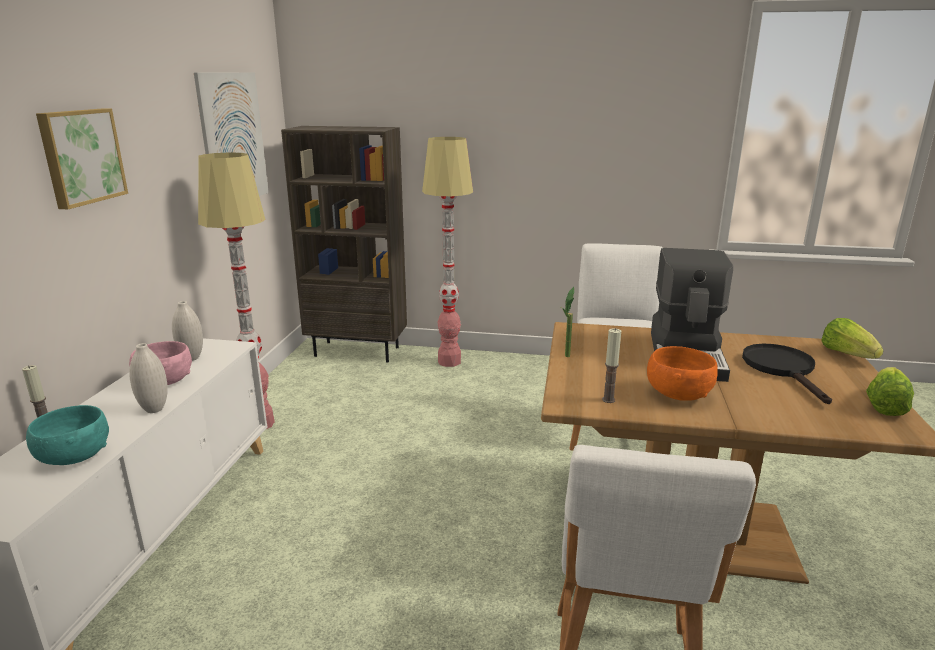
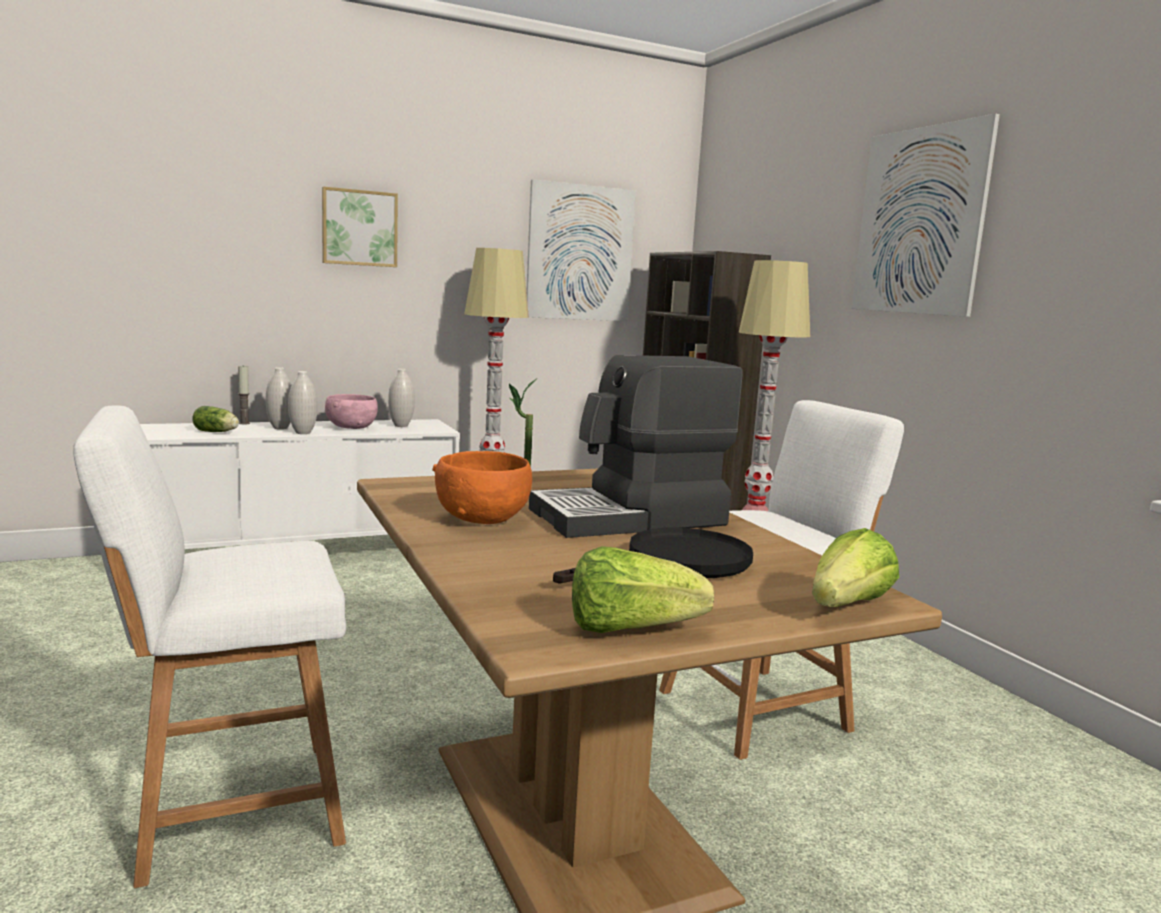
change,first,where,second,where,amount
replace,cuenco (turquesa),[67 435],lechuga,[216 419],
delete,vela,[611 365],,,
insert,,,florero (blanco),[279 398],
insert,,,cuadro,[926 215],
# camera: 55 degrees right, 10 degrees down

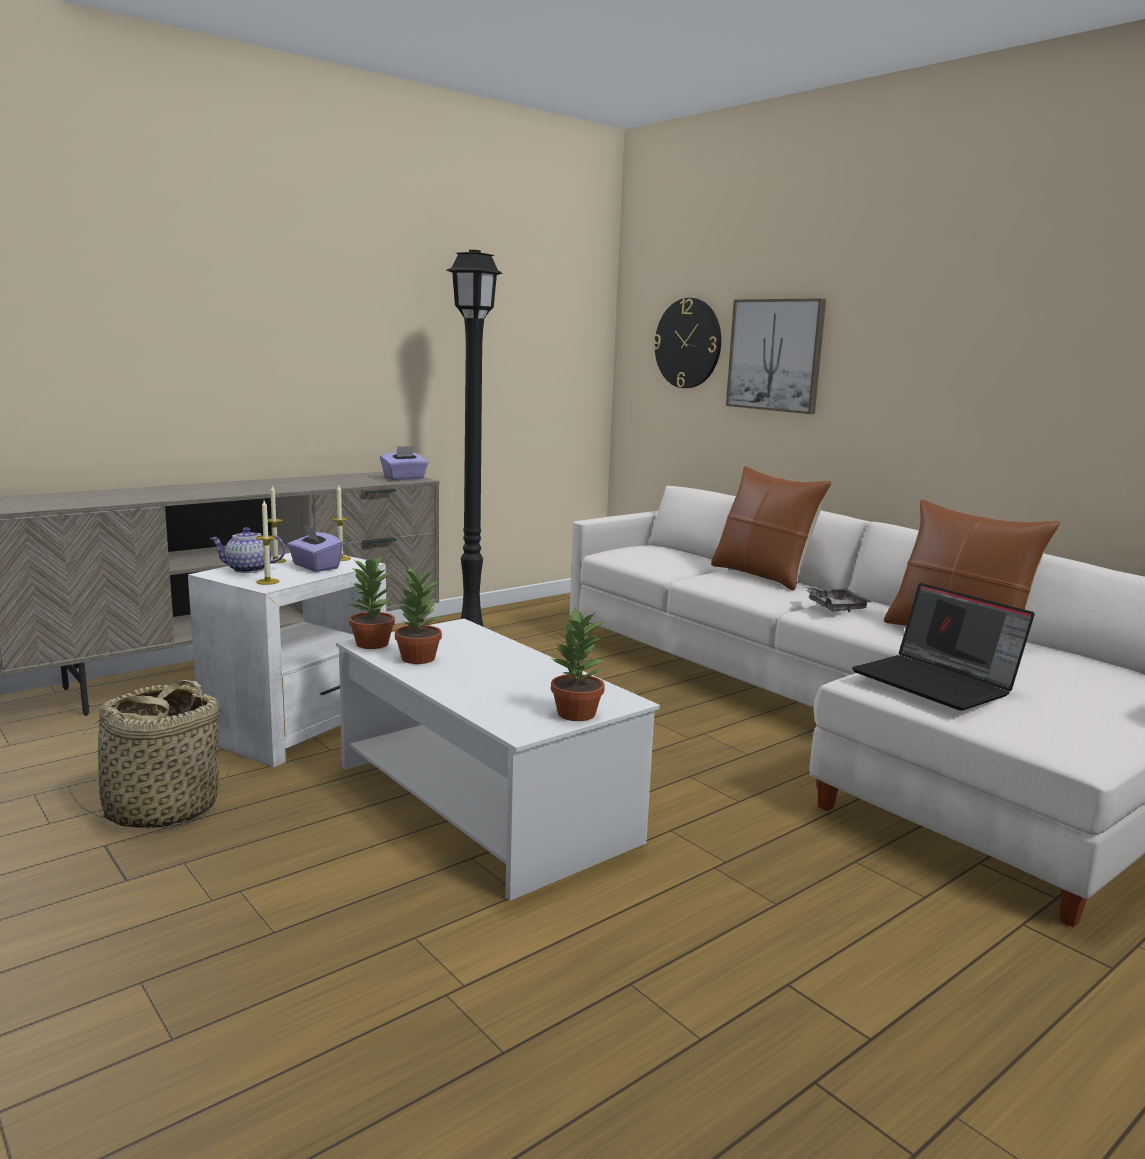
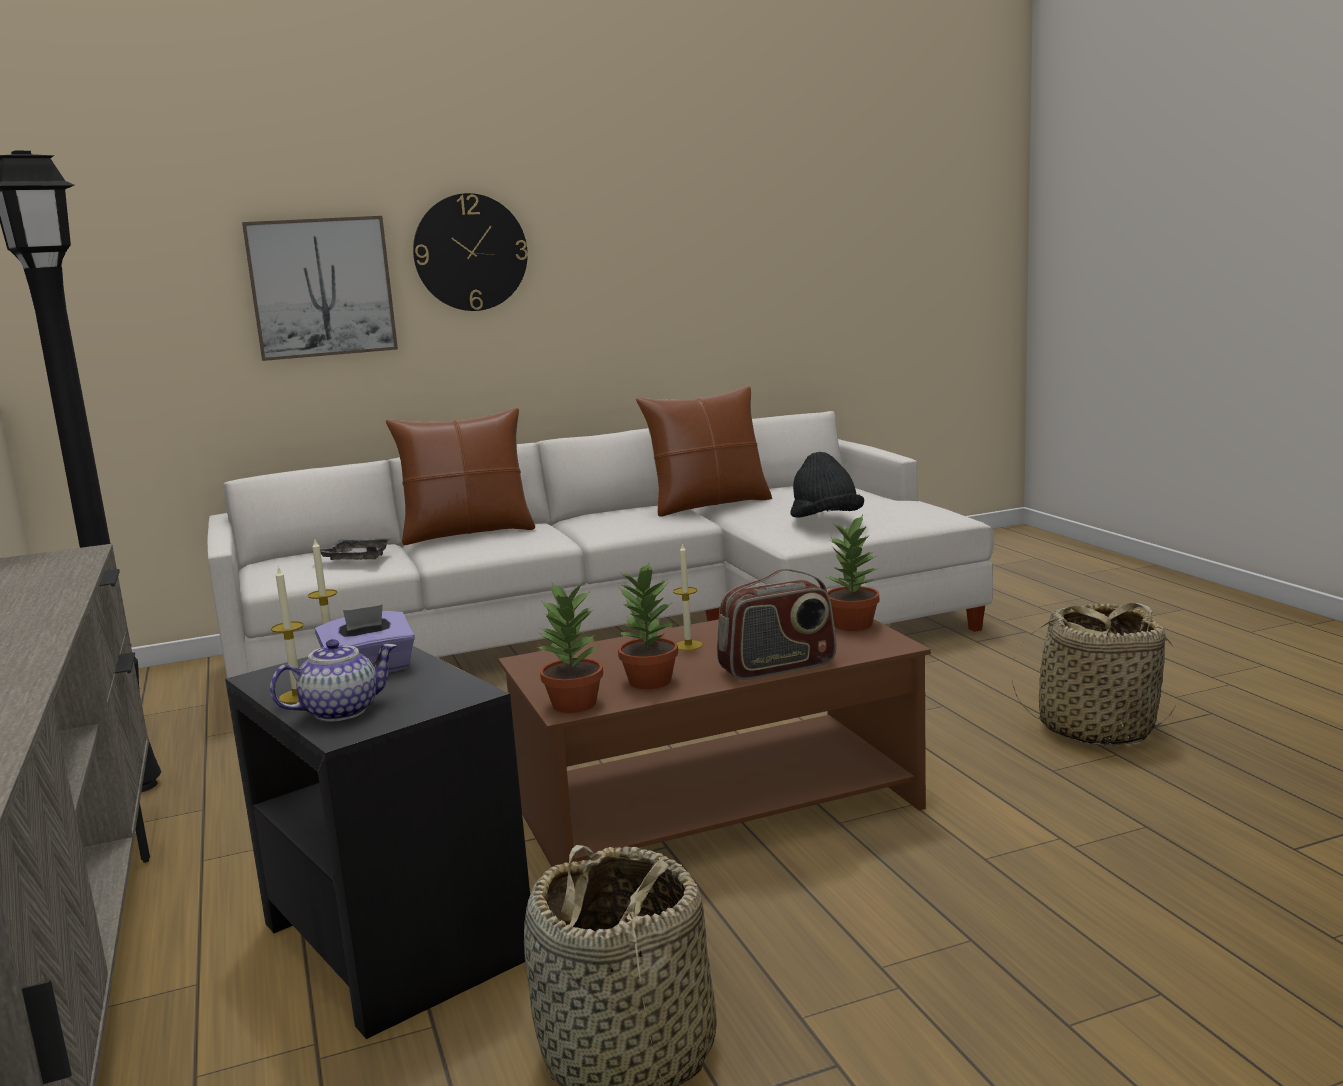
change,first,where,second,where,amount
recolor,mesa auxiliar (blanco),[287 660],mesa auxiliar (negro),[377 842],
rotate,tetera,[247 550],,[333 680],135 degrees counterclockwise
move,vela,[268 542],,[688 597],
recolor,mesa de centro (blanco),[498 760],mesa de centro (marrón),[714 743],
delete,caja de pañuelos (morado),[404 463],,,
move,reloj de pared,[687 343],,[470 252],
move,bandeja (gris),[837 599],,[351 549],
replace,portátil,[943 647],sombrero (negro),[827 485],
insert,,,radio,[776 624],
insert,,,cesta,[1093 674],
# camera: 70 degrees left, 0 degrees up

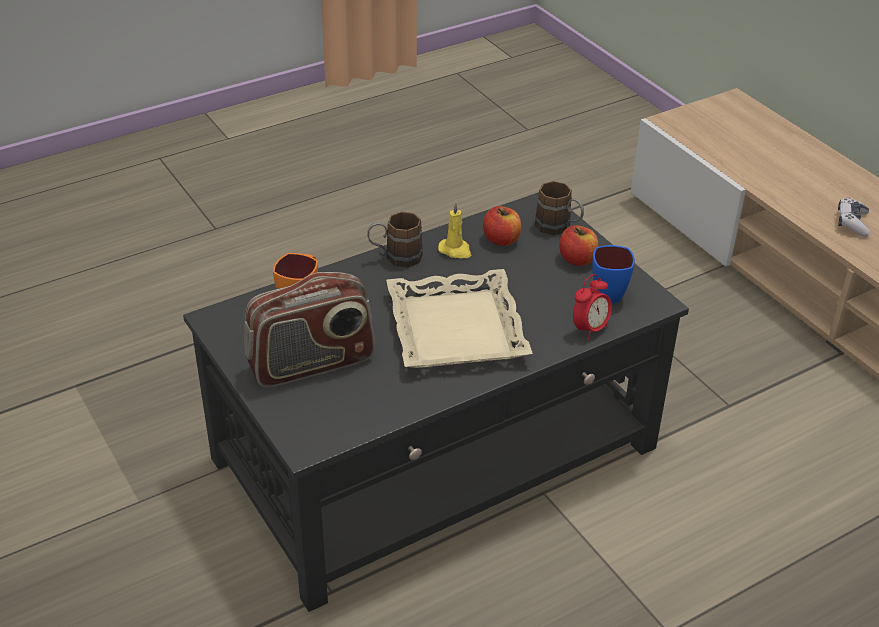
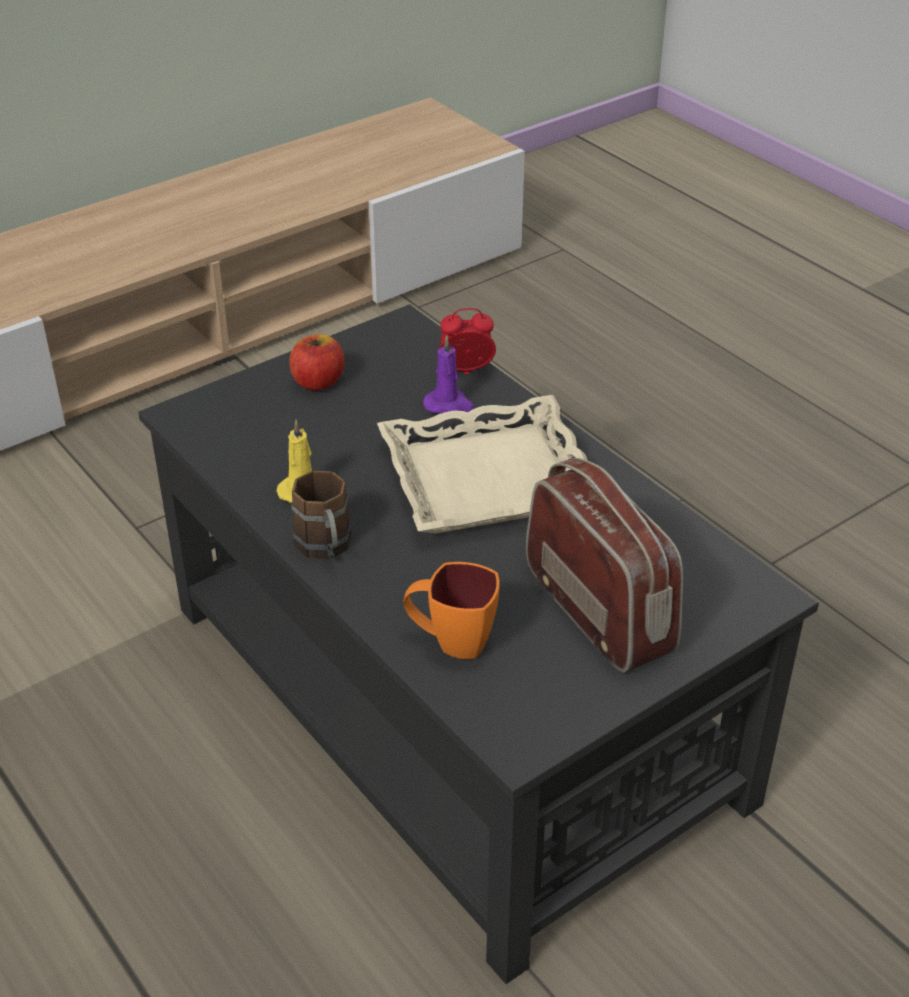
change,first,where,second,where,amount
delete,manzana,[502 226],,,
delete,taza grande (marrón),[559 208],,,
rotate,despertador,[592 307],,[467 341],45 degrees counterclockwise
delete,taza grande (azul),[613 274],,,
delete,mando de consola,[854 217],,,
insert,,,vela (morado),[449 374],
# camera: 95 degrees left, 0 degrees up

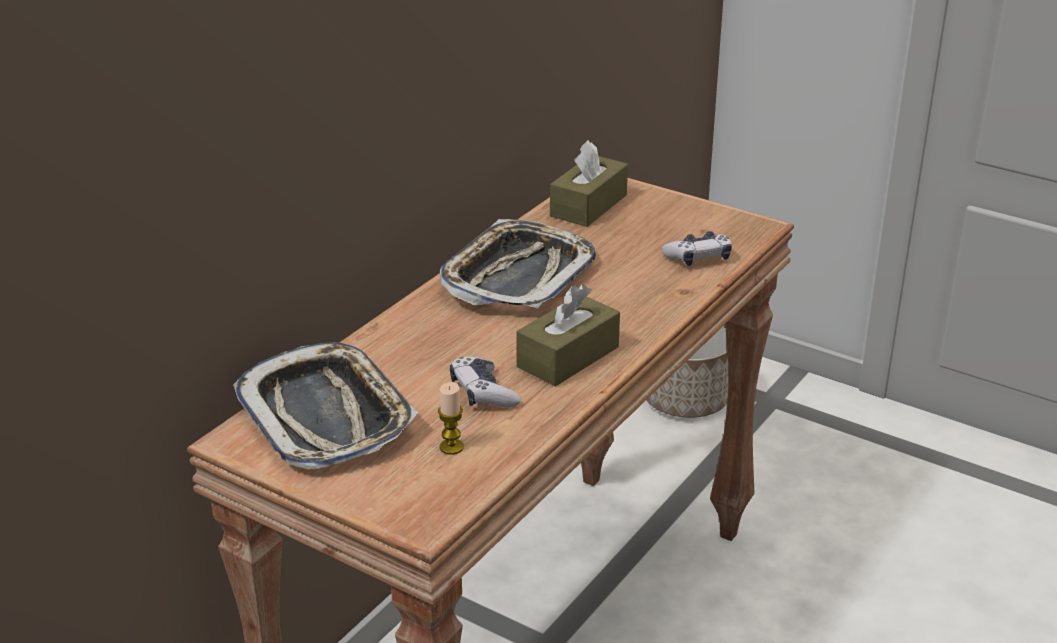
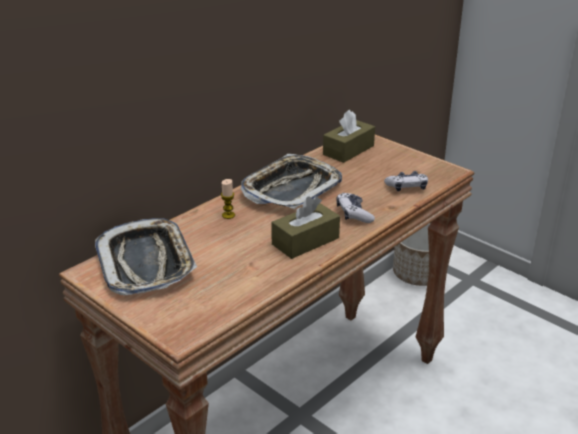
change,first,where,second,where,amount
move,vela,[451 418],,[228 199],
move,mando de consola,[485 382],,[355 208],
# camera: 10 degrees right, 0 degrees up

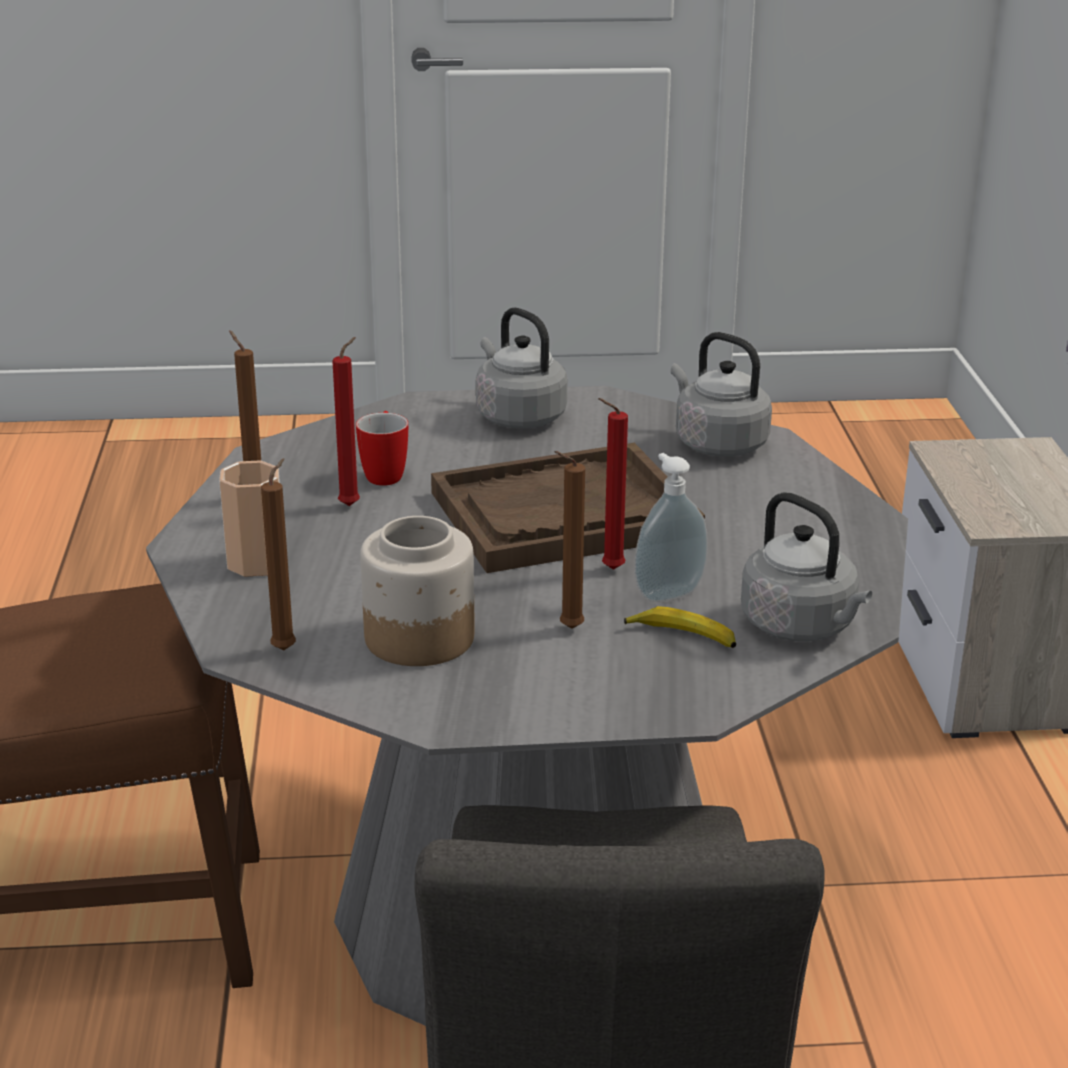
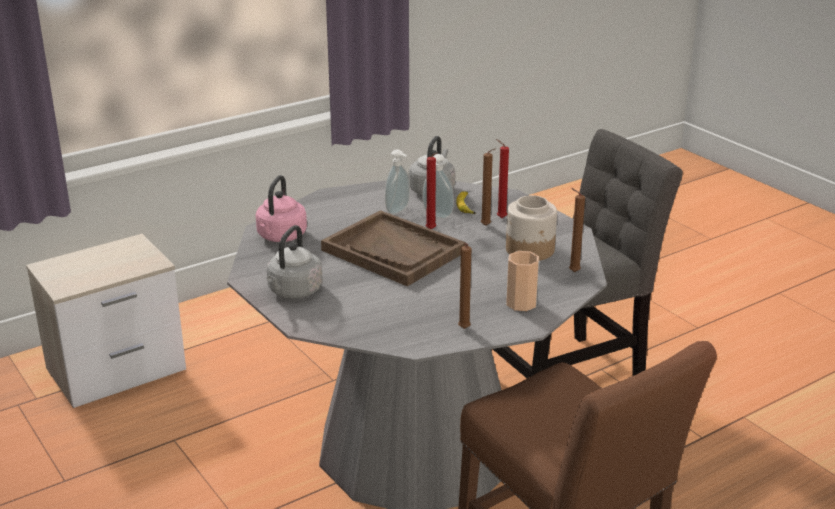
change,first,where,second,where,amount
move,vela (rojo),[346 421],,[502 178],
delete,taza grande,[382 448],,,
recolor,hervidor (gris),[721 394],hervidor (rosa),[281 208],
insert,,,dispensador de jabón,[397 181],
# camera: 120 degrees left, 0 degrees up

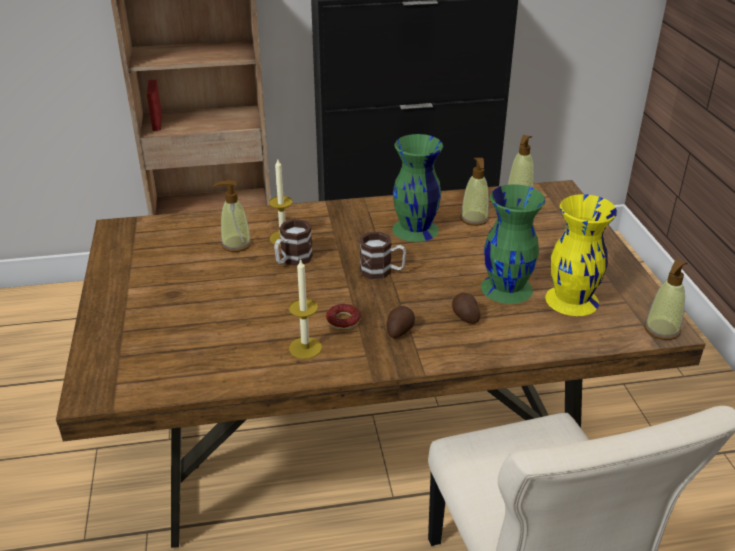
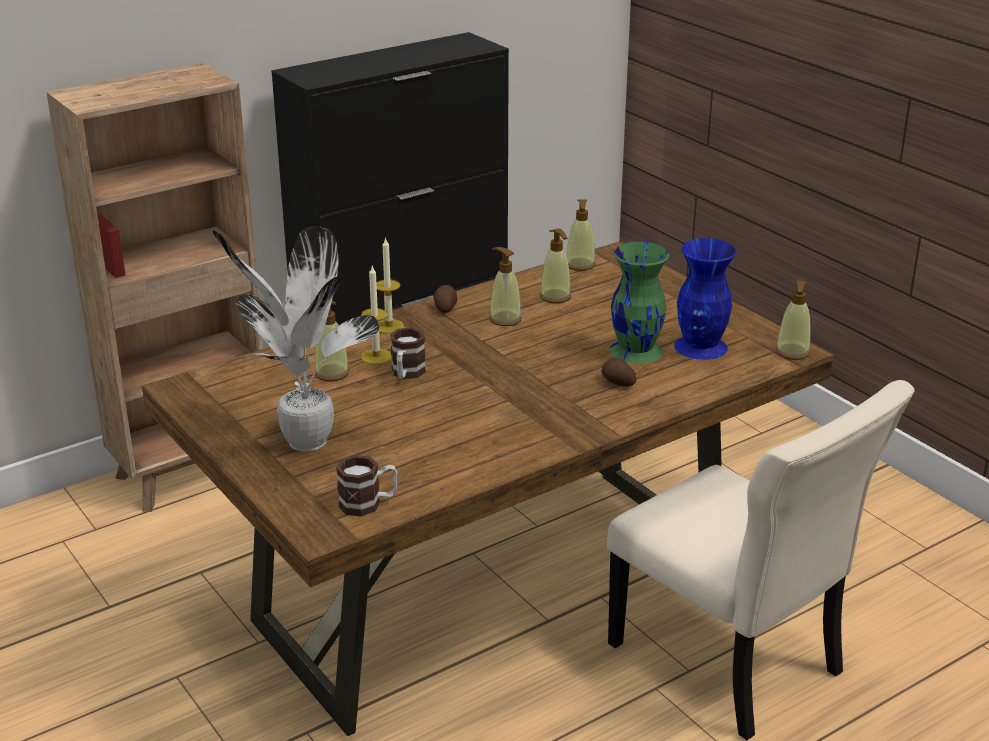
change,first,where,second,where,amount
move,vela,[305 308],,[390 285],
delete,rosquilla,[343 317],,,
move,taza grande,[383 256],,[367 486],
move,patata,[400 322],,[445 299],
replace,florero (verde),[417 188],dispensador de jabón,[505 286],
recolor,florero (amarillo),[581 255],florero (azul),[705 299],
insert,,,planta en maceta,[296 339],
# camera: 25 degrees left, 5 degrees down

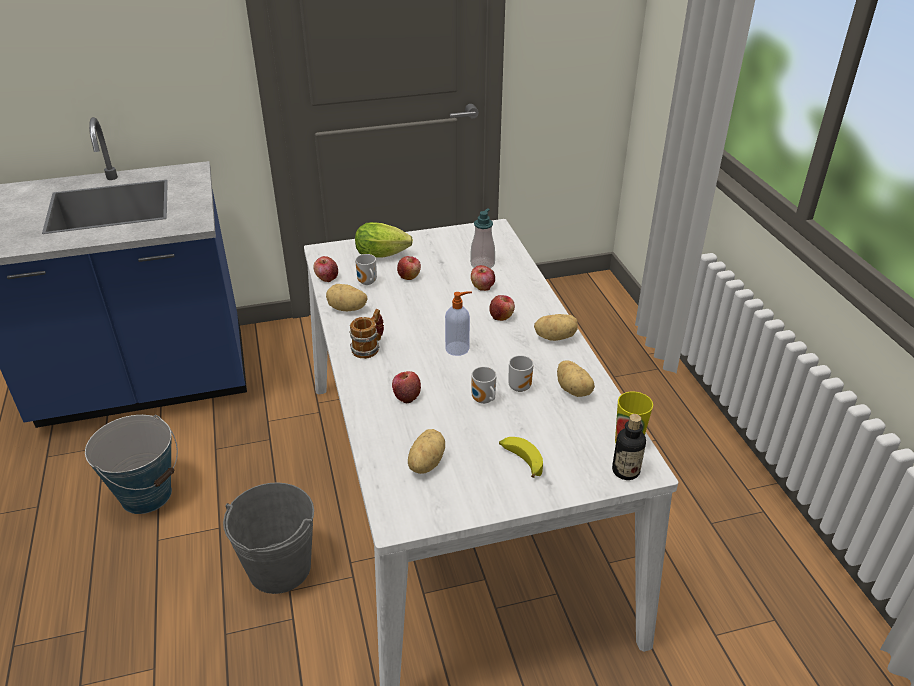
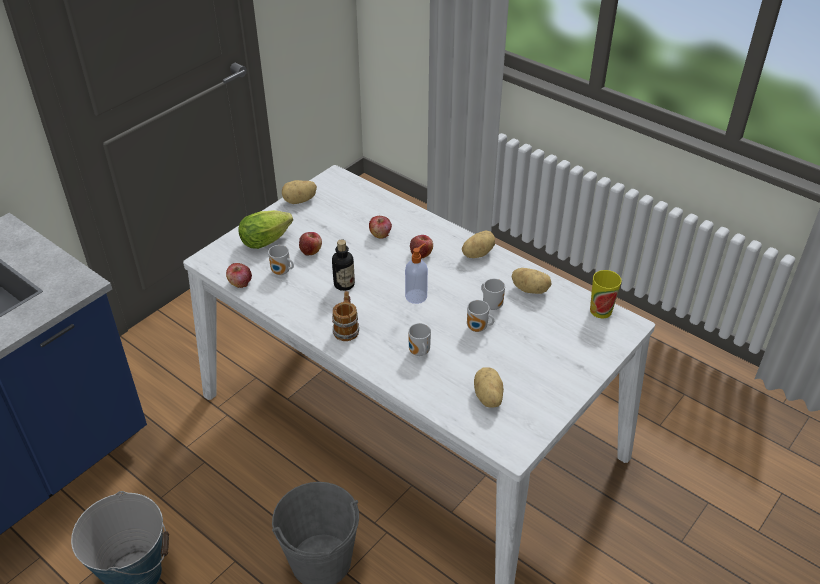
change,first,where,second,where,amount
move,patata,[347 297],,[299 192],
replace,manzana,[406 387],taza grande,[419 339],
delete,dispensador de jabón,[482 238],,,
delete,plátano,[521 457],,,
move,botella,[629 447],,[343 265],
# camera: 35 degrees left, 5 degrees up

